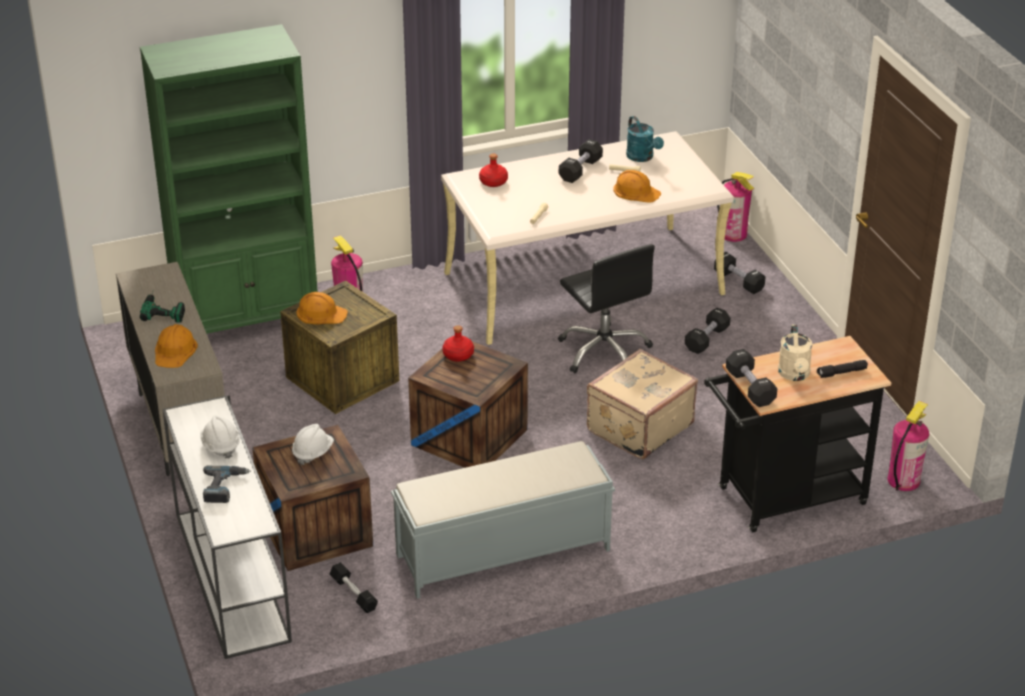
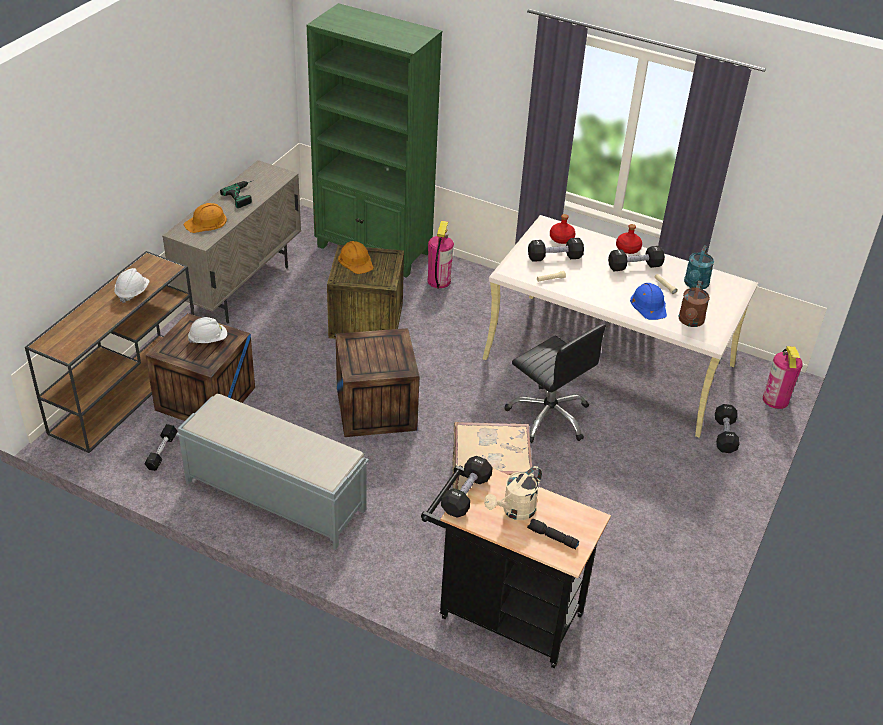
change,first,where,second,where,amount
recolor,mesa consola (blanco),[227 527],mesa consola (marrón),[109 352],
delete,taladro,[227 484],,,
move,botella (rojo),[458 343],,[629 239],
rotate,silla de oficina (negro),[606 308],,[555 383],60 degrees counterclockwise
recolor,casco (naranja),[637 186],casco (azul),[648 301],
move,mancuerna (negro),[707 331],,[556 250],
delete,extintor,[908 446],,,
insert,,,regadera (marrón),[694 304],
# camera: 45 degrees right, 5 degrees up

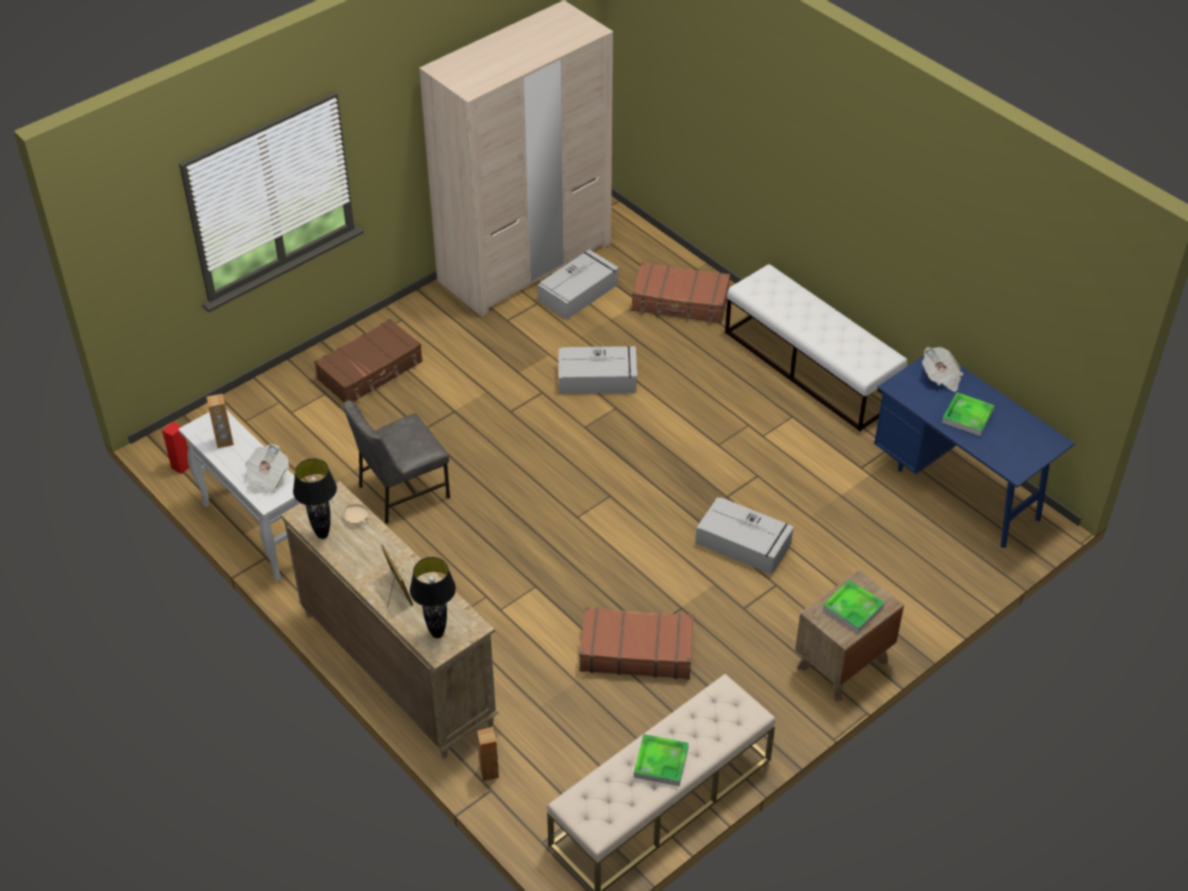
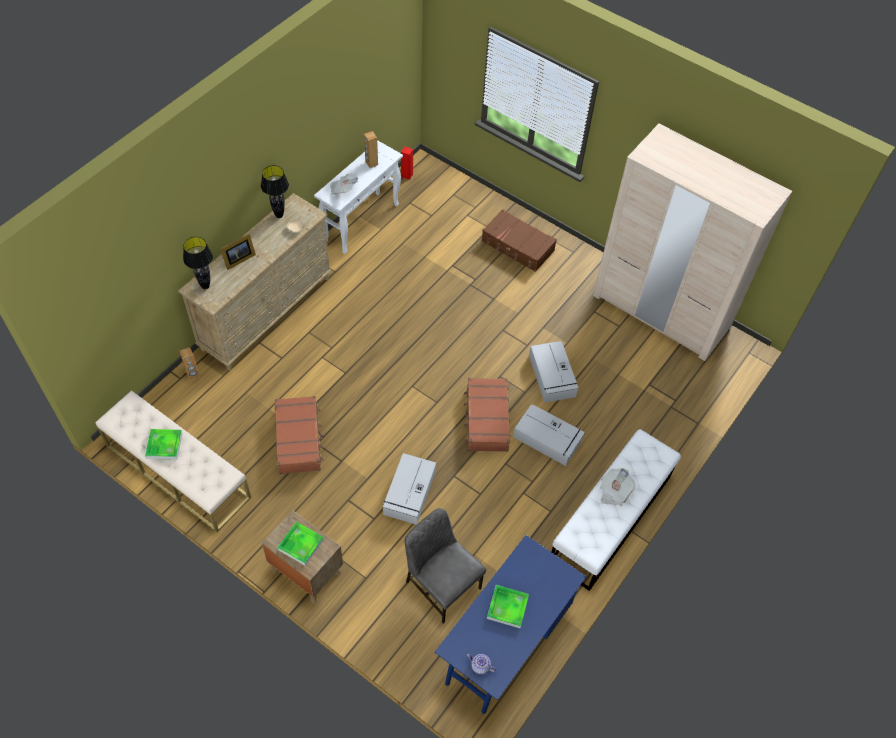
change,first,where,second,where,amount
move,silla (gris),[396 462],,[445 565],
move,caja de almacenaje (gris),[578 284],,[549 435],
move,maleta (marrón),[681 292],,[487 415],
move,periódico,[942 369],,[617 487],
insert,,,tetera,[481 664],
# camera: 75 degrees right, 10 degrees up

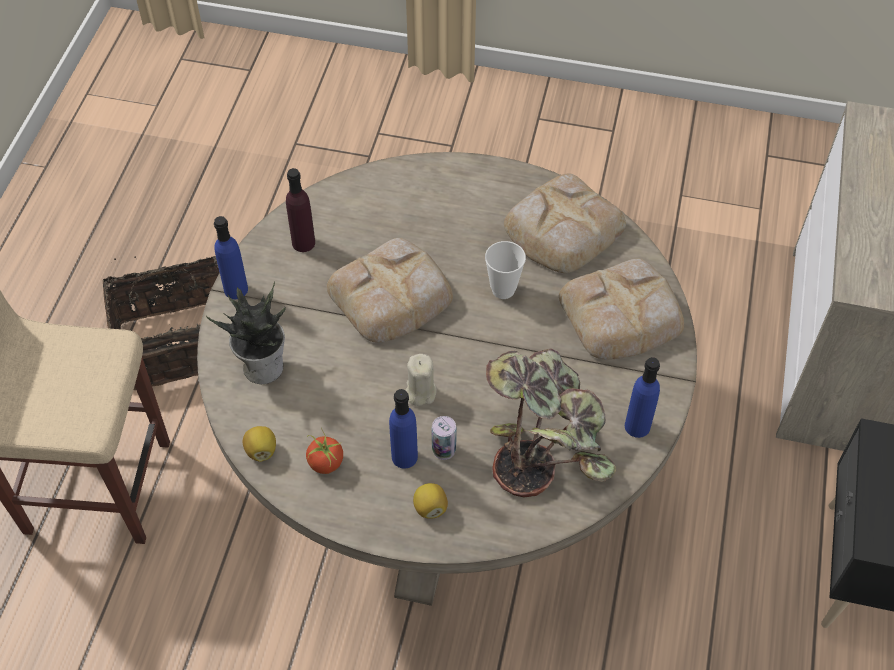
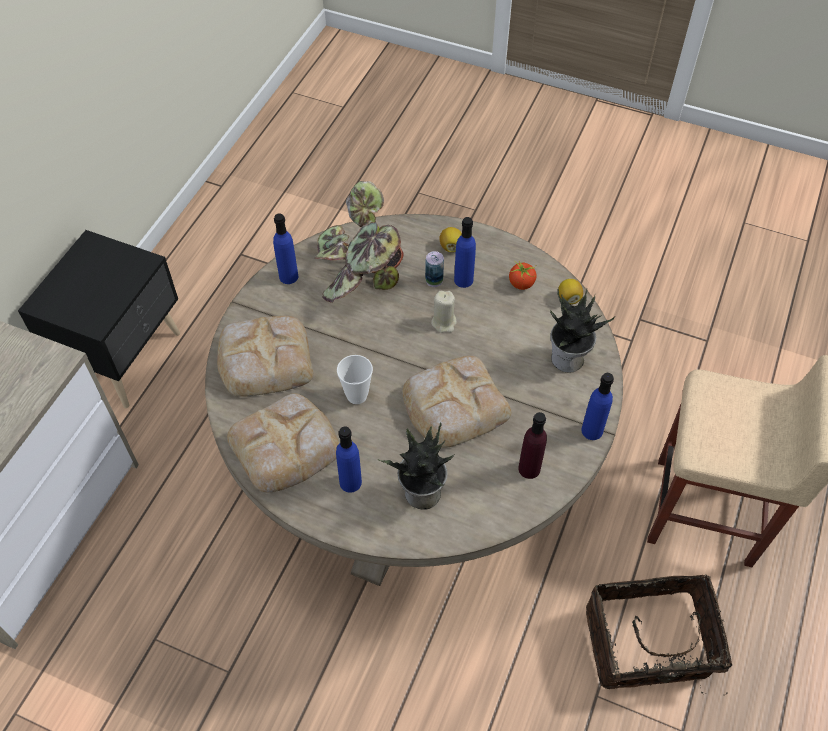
change,first,where,second,where,amount
insert,,,botella (azul),[349 460],
insert,,,planta en maceta,[415 466],
# camera: 170 degrees left, 0 degrees up

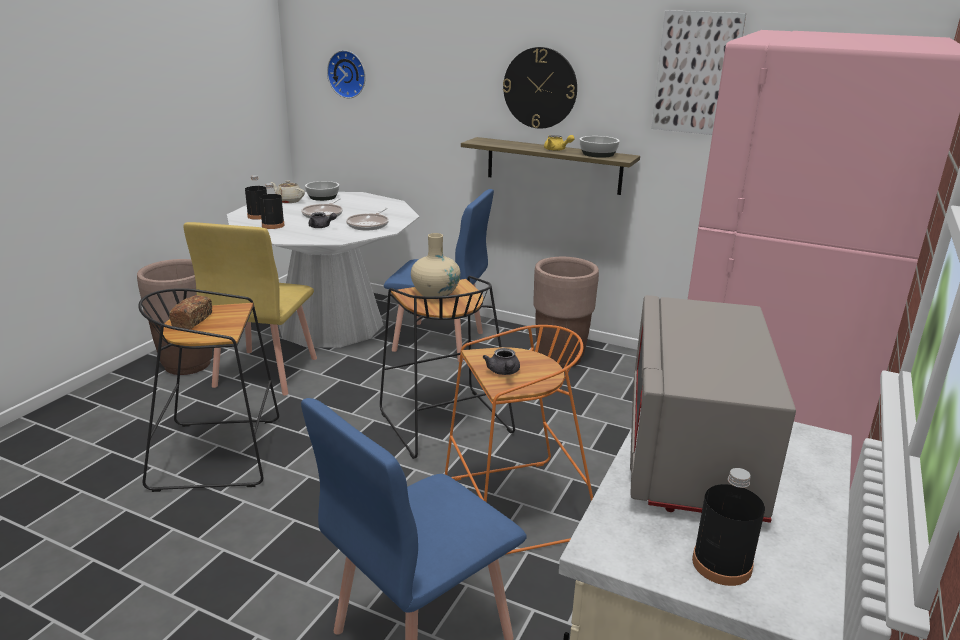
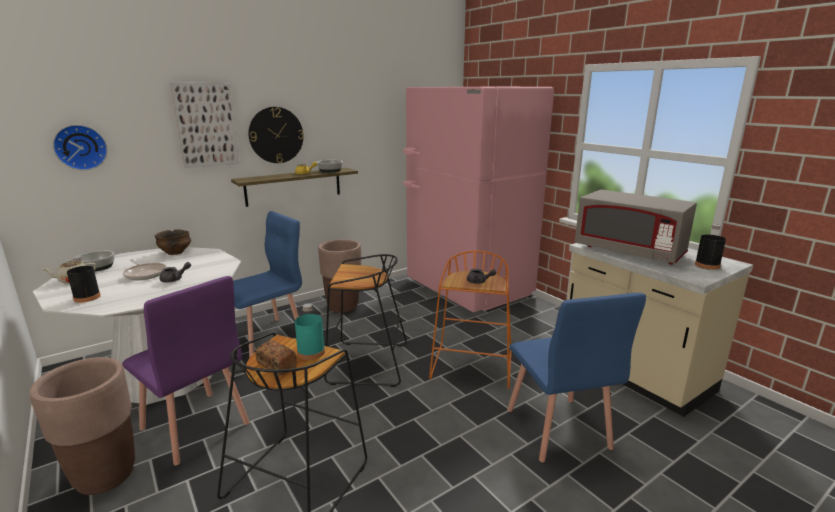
change,first,where,second,where,amount
recolor,silla (amarillo),[250 309],silla (morado),[186 371],
delete,botella (negro),[272 206],,,
delete,sartén,[367 219],,,
delete,florero (beis),[435 264],,,
move,cuadro,[698 72],,[205 125],
insert,,,cuenco,[173 242],
insert,,,botella (turquesa),[310 332],
# camera: 60 degrees left, 5 degrees down

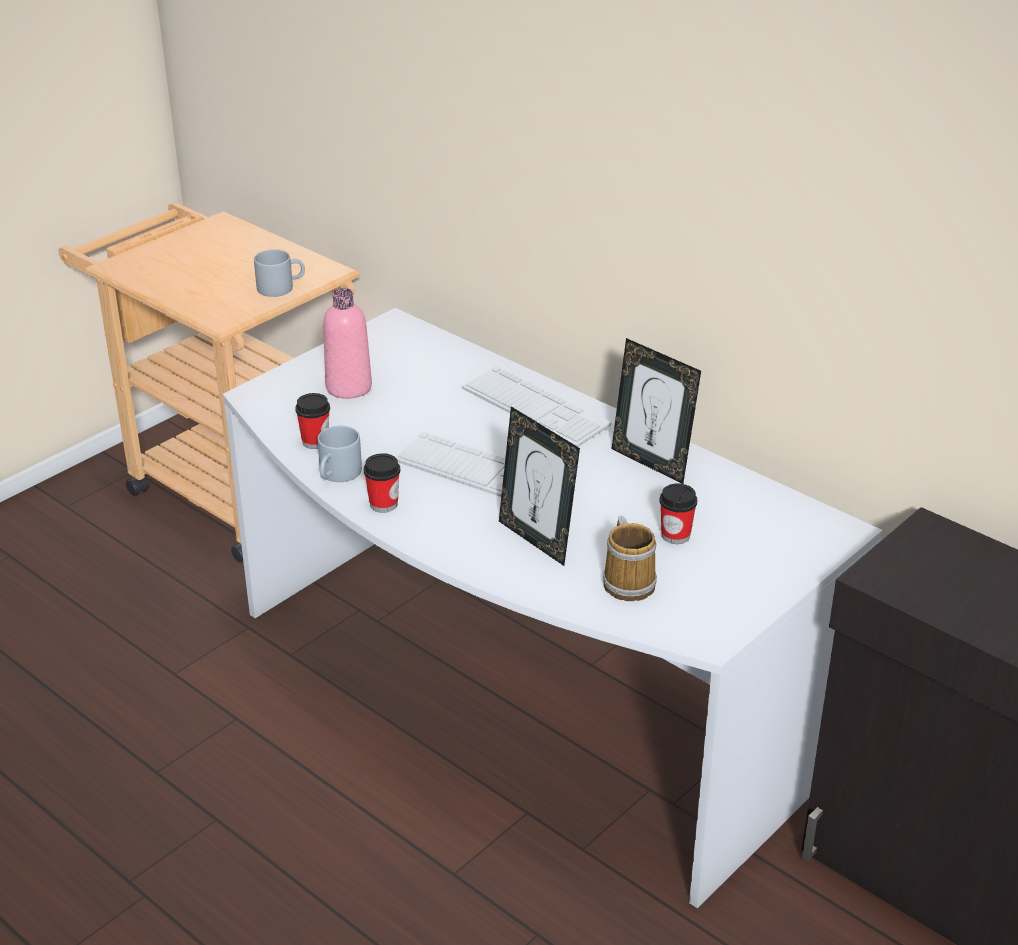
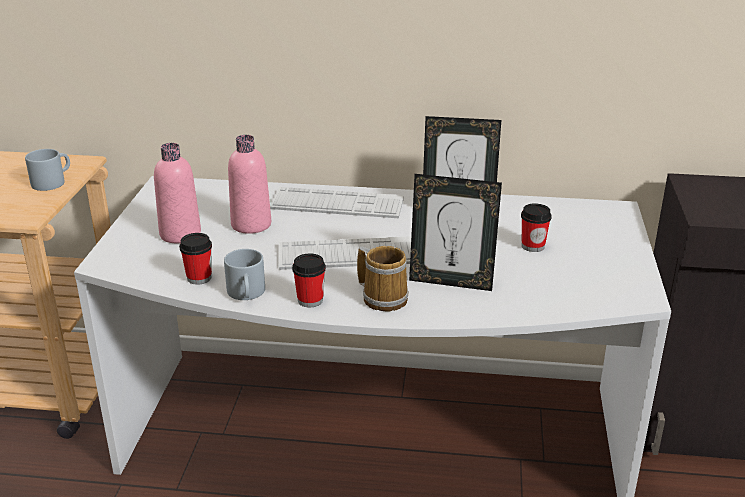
change,first,where,second,where,amount
move,taza grande,[630 558],,[383 278],
insert,,,botella (rosa),[249 184],
# camera: 35 degrees left, 5 degrees down

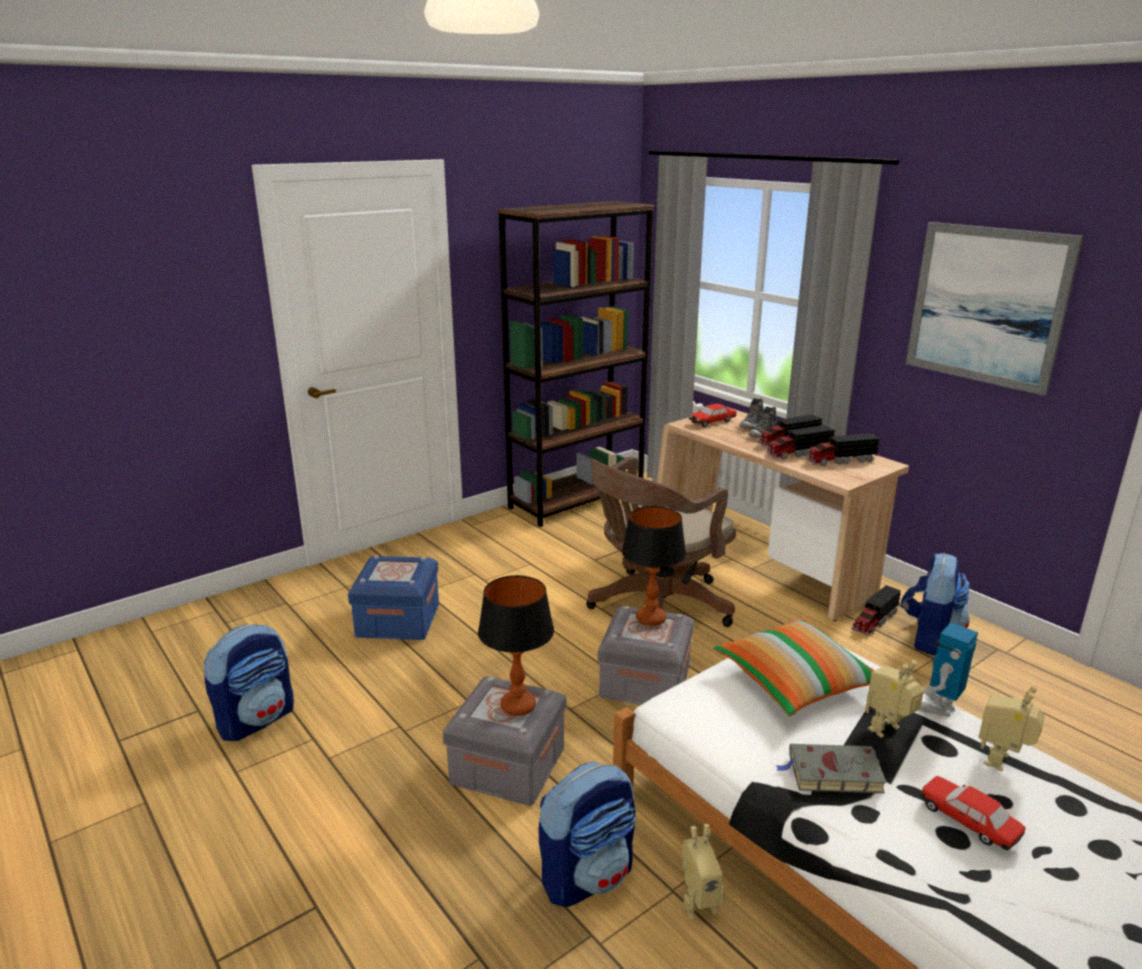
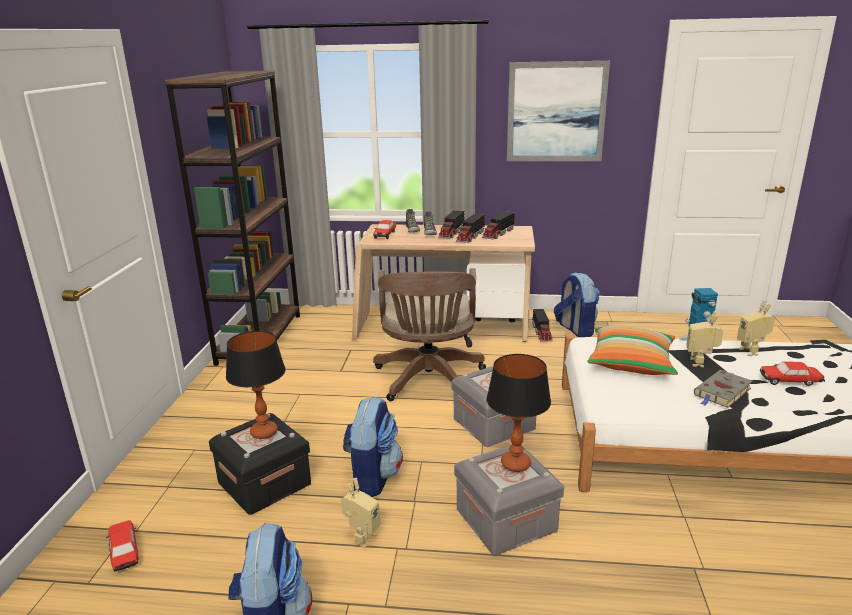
change,first,where,second,where,amount
recolor,caja de almacenaje (azul),[393 597],caja de almacenaje (negro),[260 464],
move,mochila,[587 834],,[373 447],
move,lámpara de mesa,[654 566],,[256 385],
move,robot de juguete,[703 872],,[360 513],
insert,,,coche de juguete,[122 546],
# camera: 45 degrees left, 0 degrees up

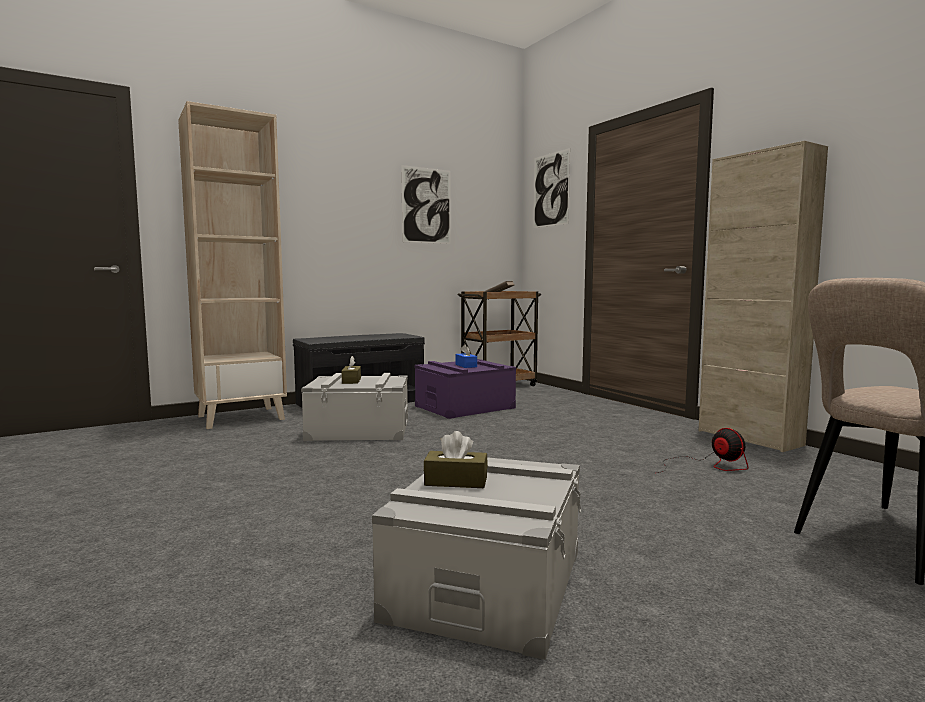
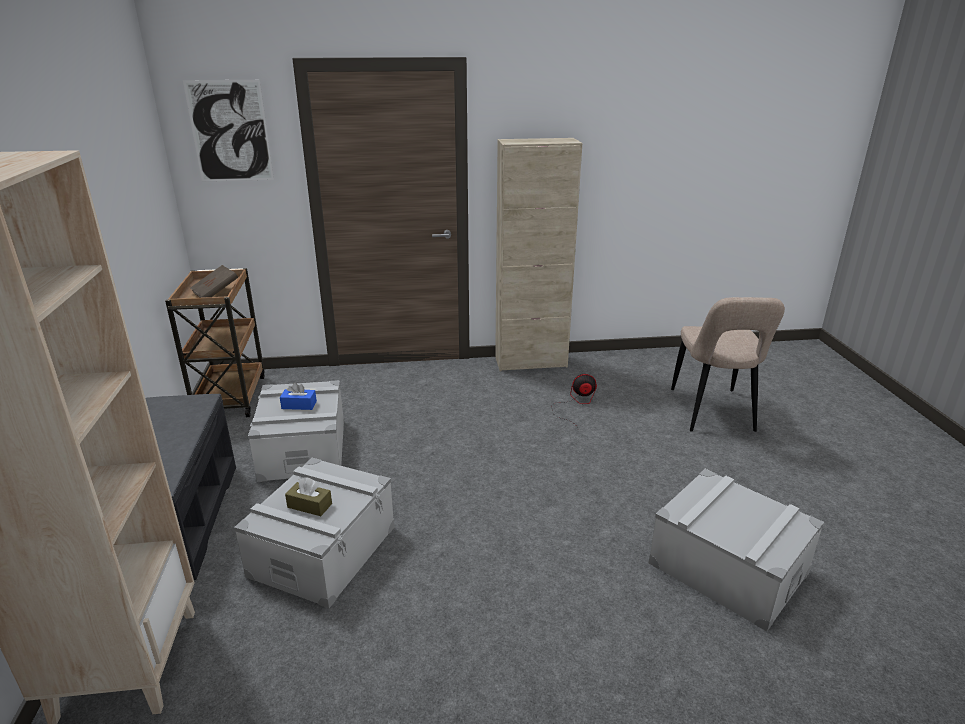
change,first,where,second,where,amount
delete,cuadro,[426 204],,,
recolor,caja de almacenaje (morado),[465 389],caja de almacenaje (gris),[296 431],
delete,caja de pañuelos (marrón),[456 459],,,
# camera: 65 degrees left, 20 degrees up

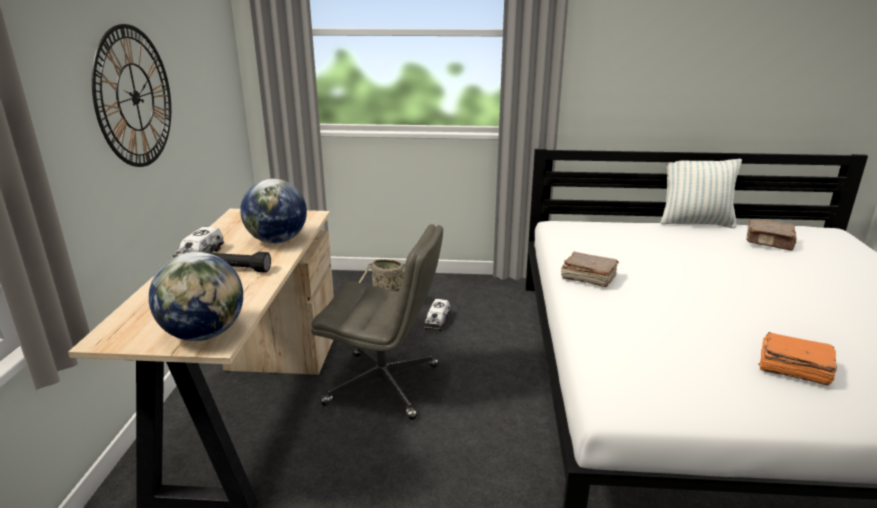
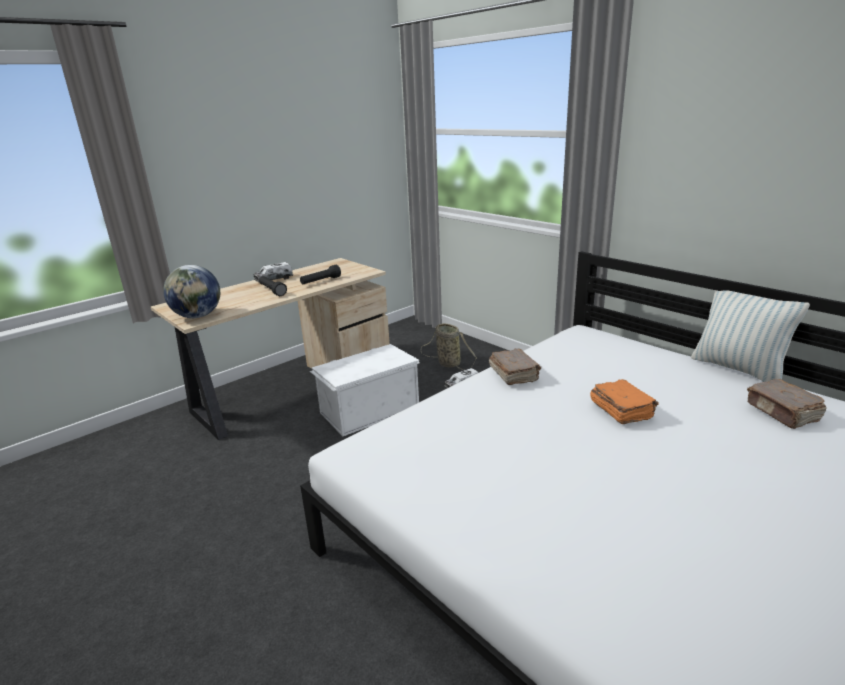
change,first,where,second,where,amount
delete,reloj de pared,[131 95],,,
replace,globo terráqueo,[273 211],linterna (negro),[320 274],
replace,silla de oficina (gris),[377 322],caja de almacenaje (blanco),[365 390],
move,libro (naranja),[797 358],,[624 401],
# camera: 45 degrees right, 0 degrees up

